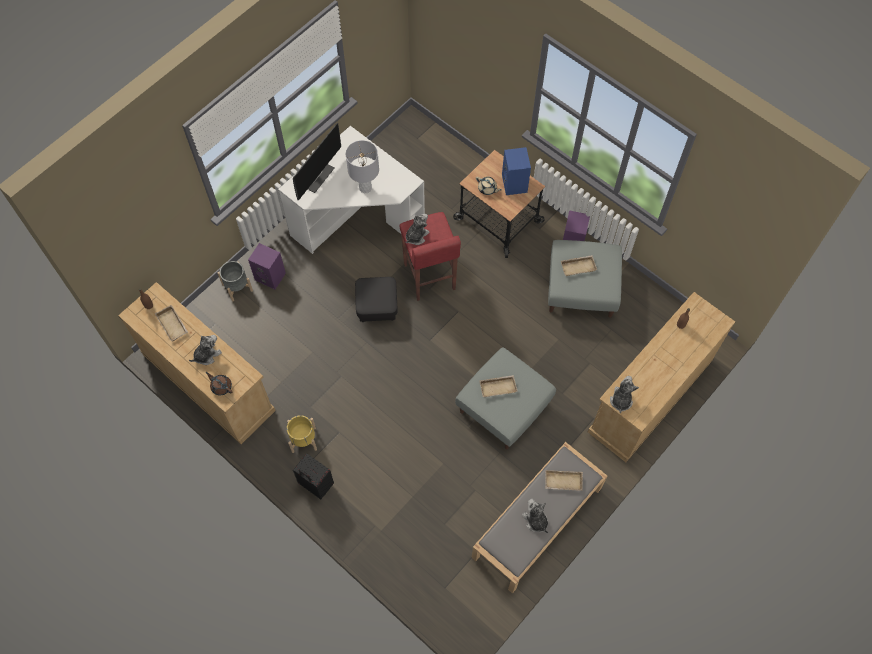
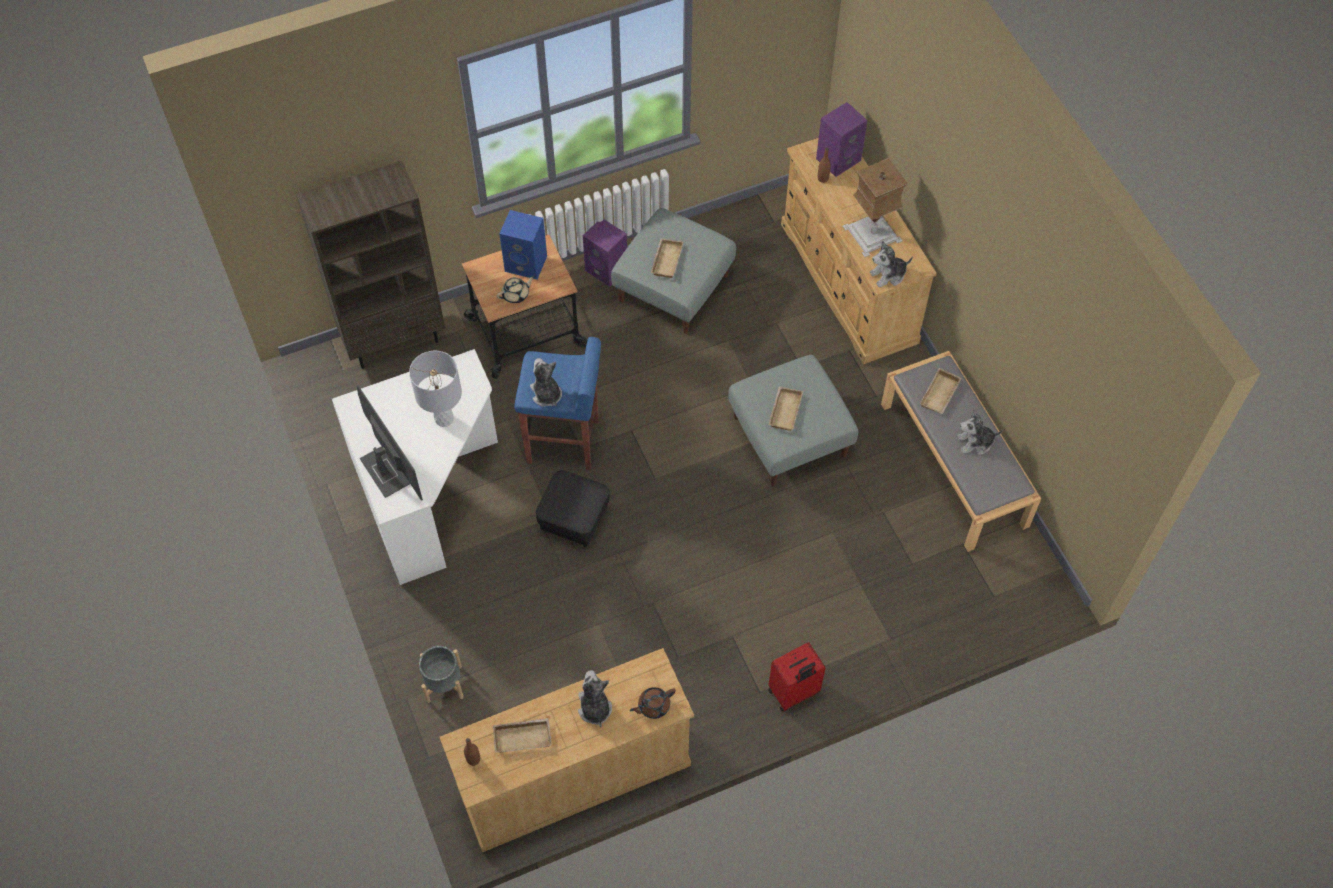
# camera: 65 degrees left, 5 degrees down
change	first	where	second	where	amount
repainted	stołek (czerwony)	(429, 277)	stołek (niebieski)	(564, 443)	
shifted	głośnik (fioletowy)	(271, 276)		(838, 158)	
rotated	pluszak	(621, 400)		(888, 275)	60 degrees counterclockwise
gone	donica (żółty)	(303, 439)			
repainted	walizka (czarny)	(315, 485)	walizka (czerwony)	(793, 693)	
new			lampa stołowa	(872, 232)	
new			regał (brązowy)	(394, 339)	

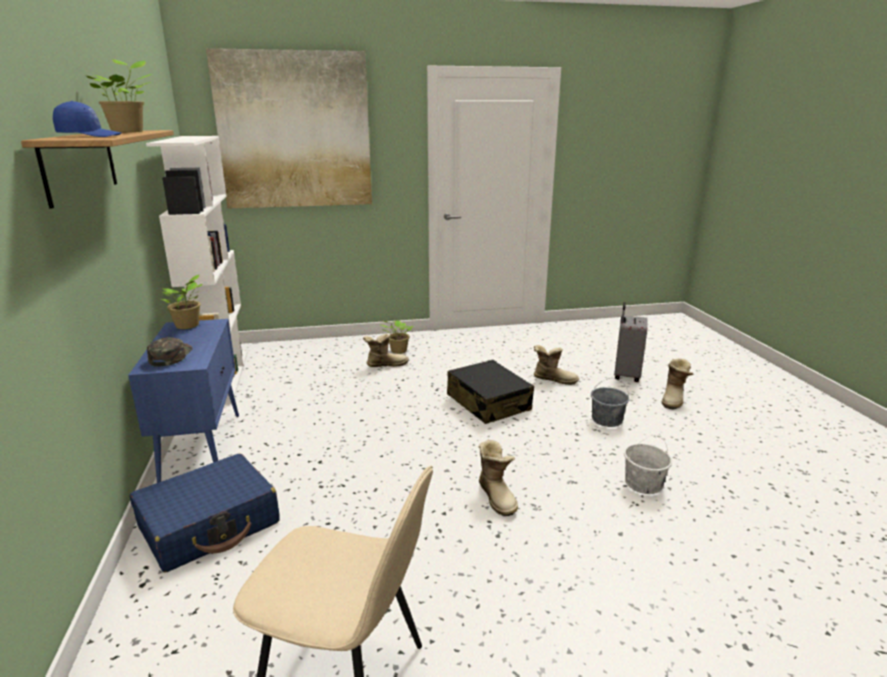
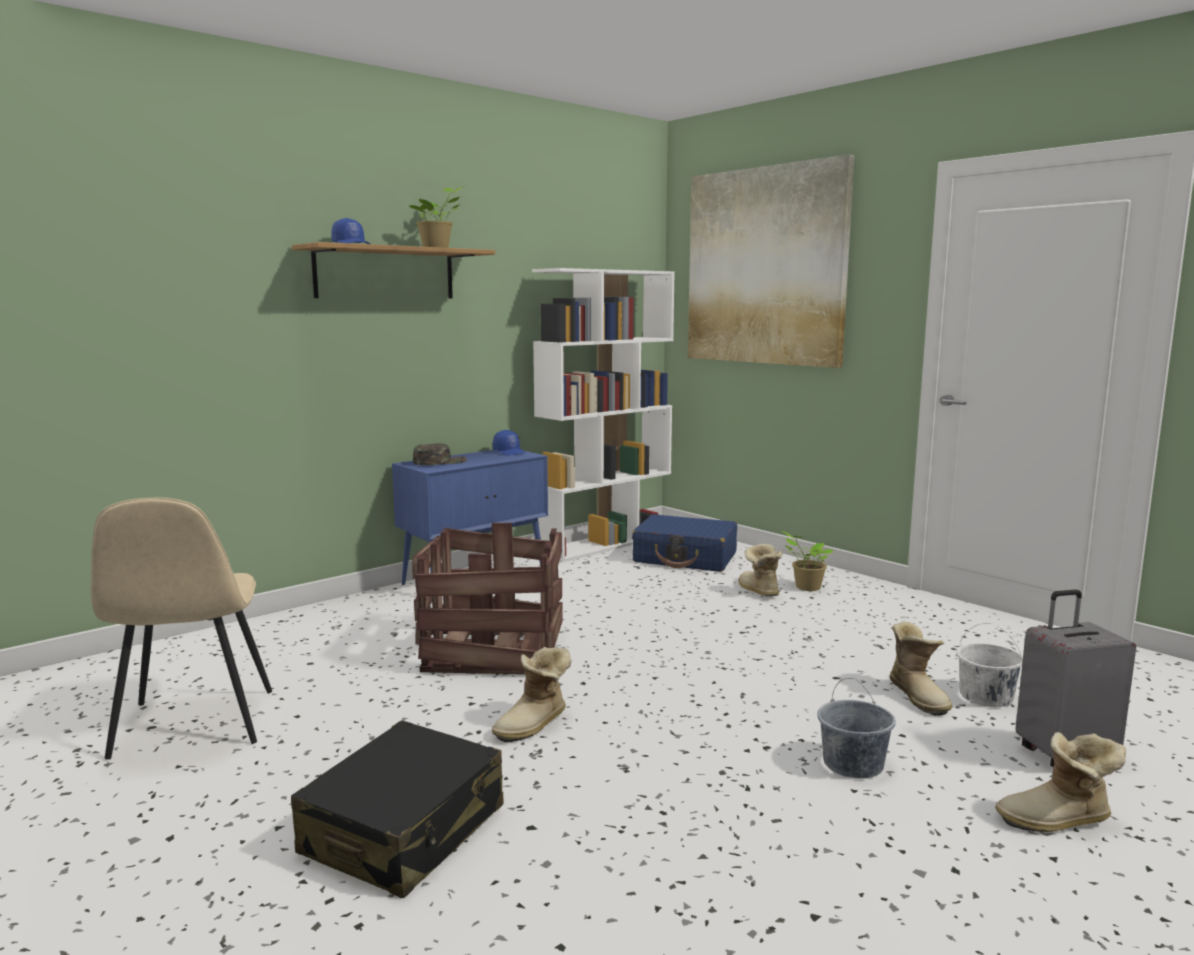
# camera: 60 degrees right, 10 degrees down
change	first	where	second	where	amount
swapped	roślina doniczkowa	(188, 326)	czapka z daszkiem (niebieski)	(510, 452)	
rotated	but z cholewką	(385, 364)		(757, 591)	150 degrees counterclockwise
shifted	walizka (czarny)	(488, 403)		(405, 831)	
shifted	wiadro (biały)	(644, 483)		(986, 697)	
shifted	walizka (niebieski)	(210, 525)		(685, 558)	
new			skrzynka	(493, 649)	

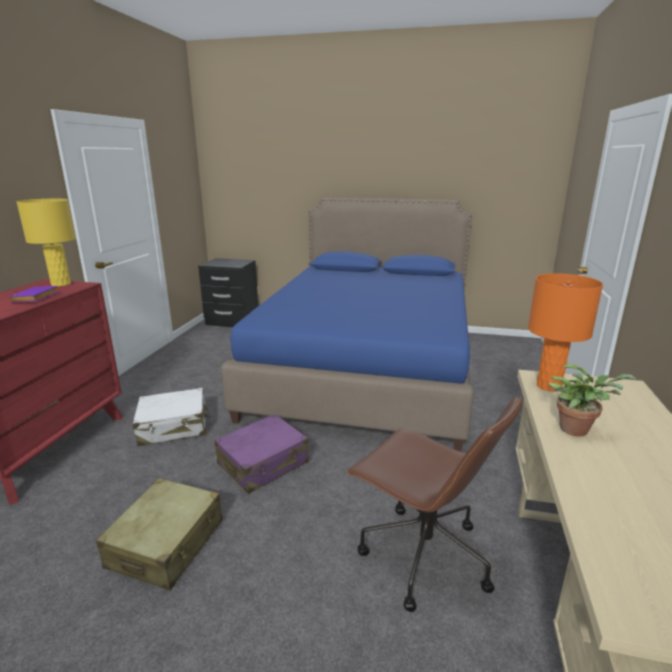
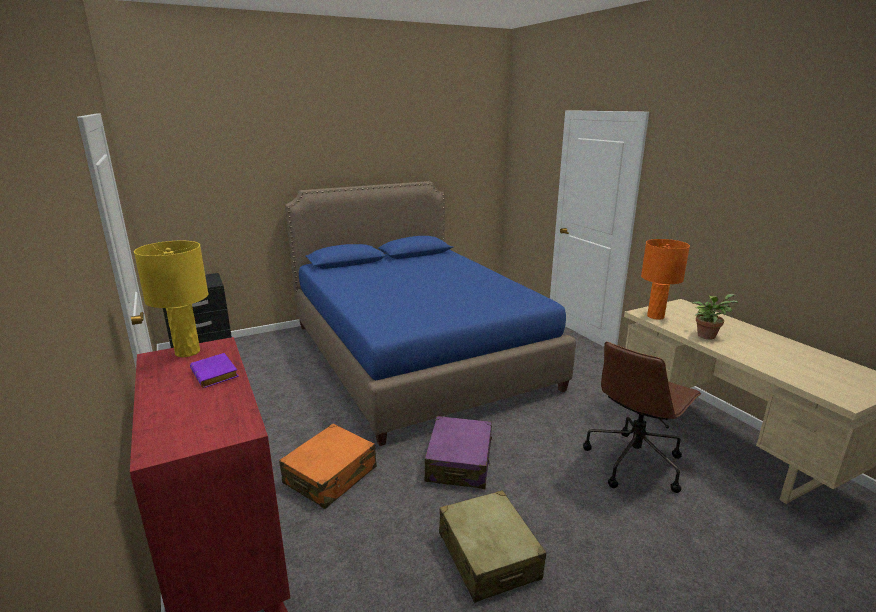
# camera: 40 degrees left, 0 degrees up
change	first	where	second	where	amount
repainted	walizka (biały)	(174, 427)	walizka (pomarańczowy)	(331, 476)	
rotated	krzesło biurowe (brązowy)	(422, 555)		(634, 461)	135 degrees clockwise

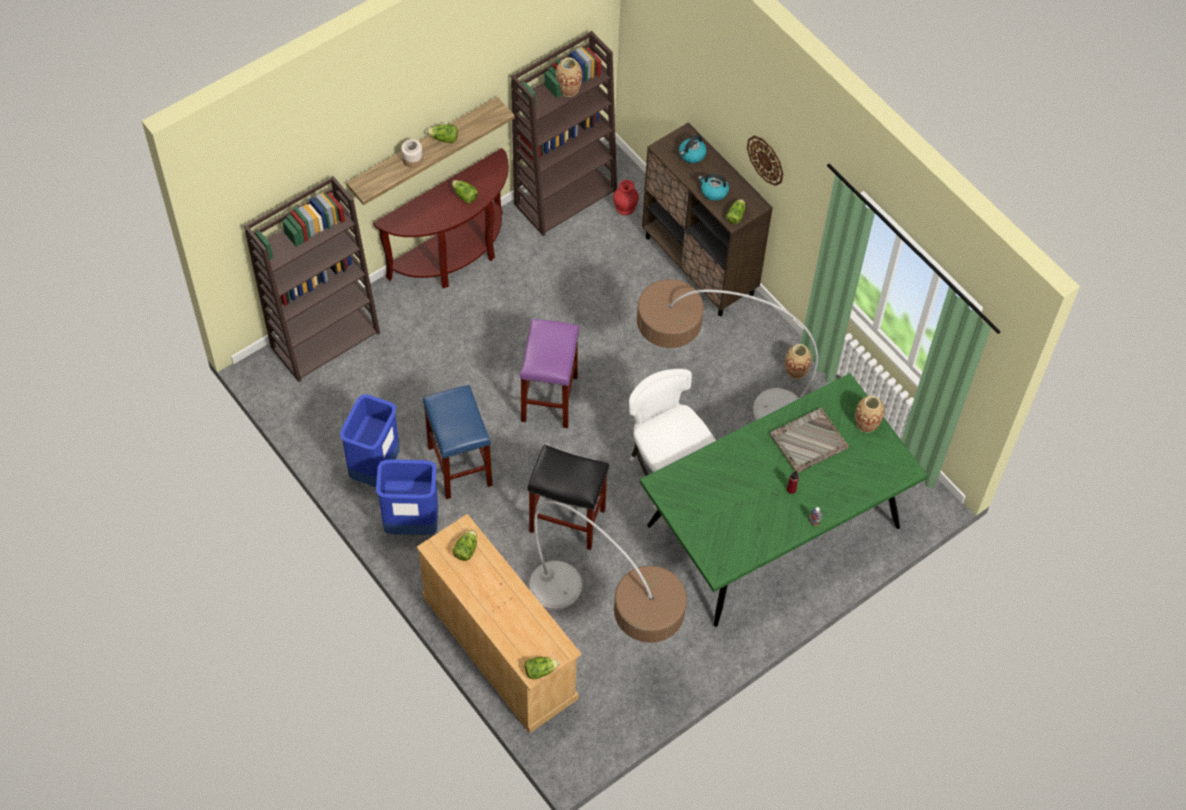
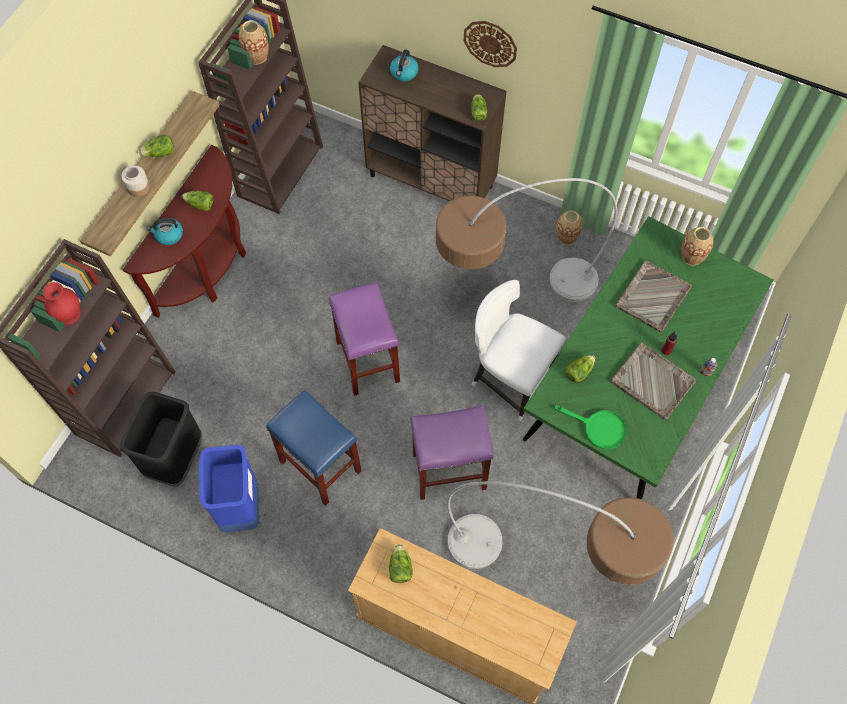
# camera: 25 degrees left, 5 degrees up
change	first	where	second	where	amount
shifted	czajnik	(713, 191)		(168, 235)	
shifted	wazon (czerwony)	(624, 207)		(68, 314)	
repainted	stołek (czarny)	(568, 520)	stołek (fioletowy)	(450, 470)	
gone	kosz na śmieci (niebieski)	(411, 524)			
shifted	sałata	(540, 670)		(579, 372)	
new			taca (szary)	(652, 381)	
new			kosz na śmieci (czarny)	(176, 459)	
new			patelnia (zielony)	(598, 428)	

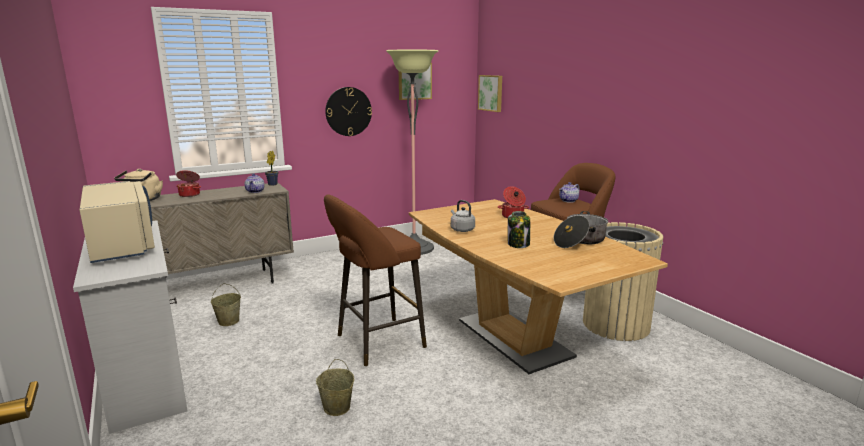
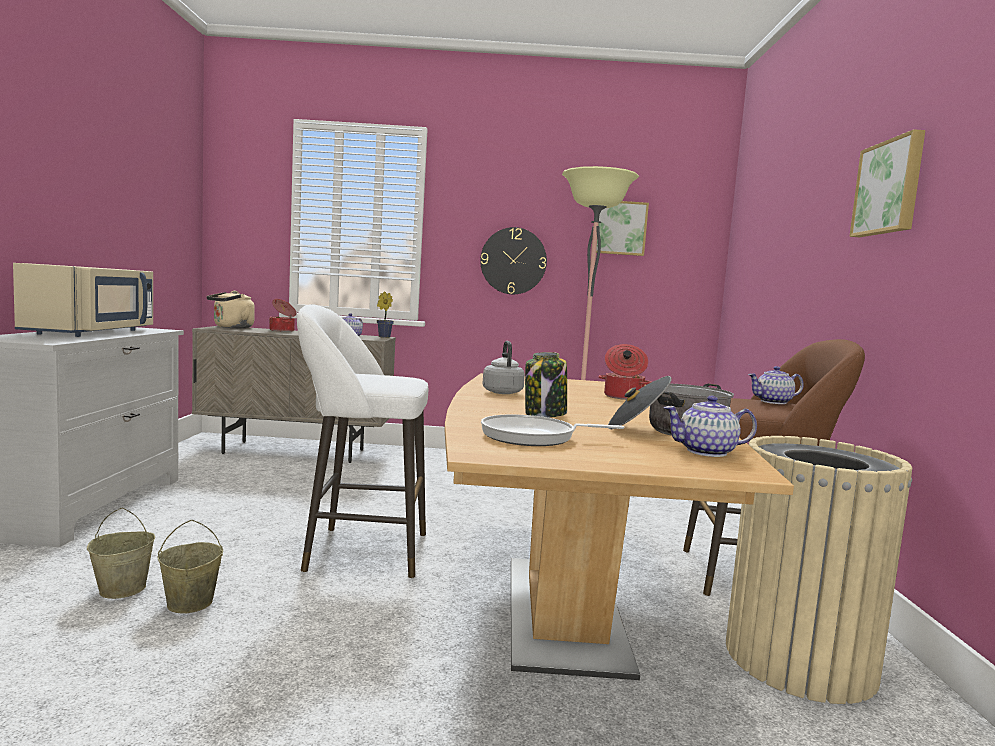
# camera: 30 degrees right, 10 degrees down
change	first	where	second	where	amount
shifted	obraz	(491, 93)		(890, 187)	
repainted	stołek (brązowy)	(376, 342)	stołek (biały)	(359, 551)	
shifted	wiadro (beżowy)	(229, 321)		(123, 589)	
new			imbryk	(707, 452)	
new			patelnia	(533, 437)	

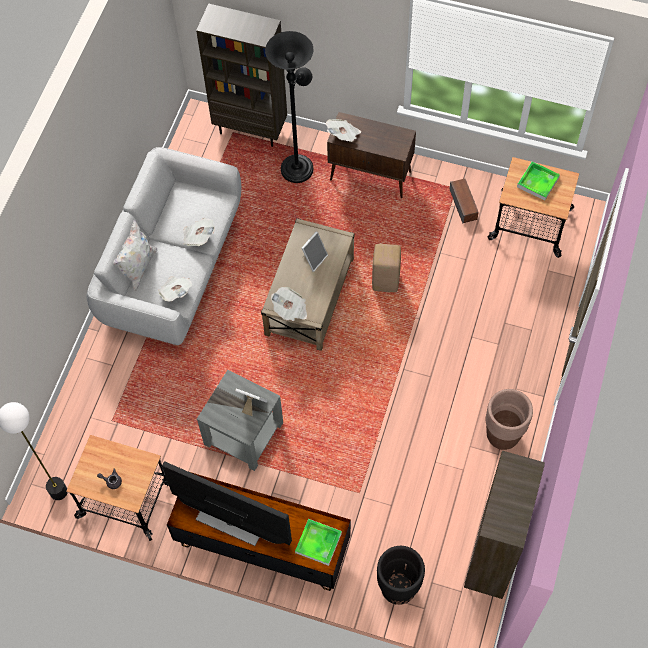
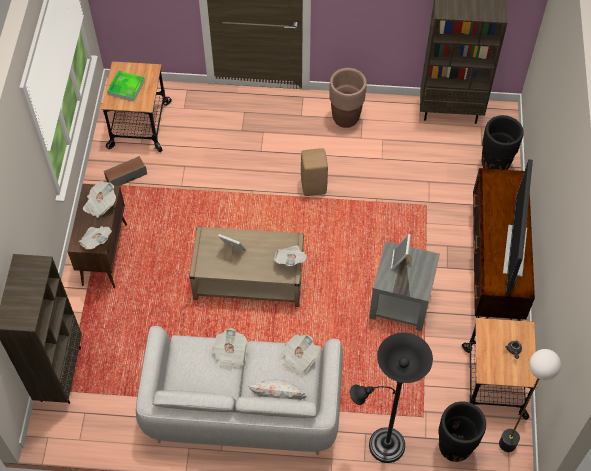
# camera: 105 degrees left, 5 degrees down
change	first	where	second	where	amount
shifted	lampa stojąca (czarny)	(298, 165)		(381, 445)	
shifted	stołek (beżowy)	(386, 282)		(314, 186)	
gone	taca	(318, 543)			
new			gazeta	(100, 204)	
new			donica (czarny)	(454, 447)	

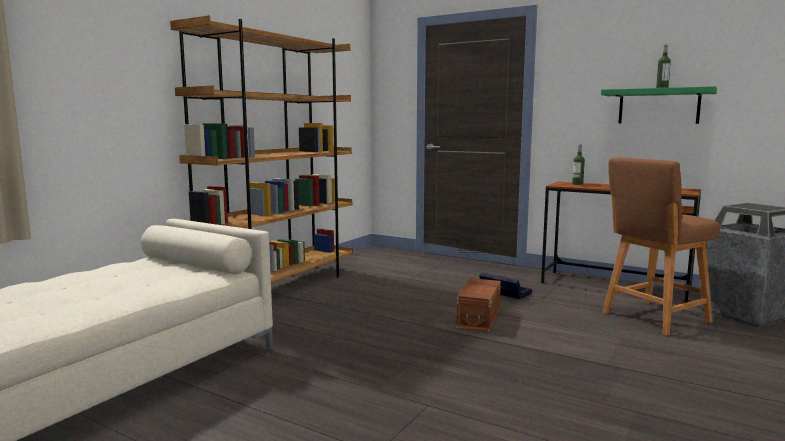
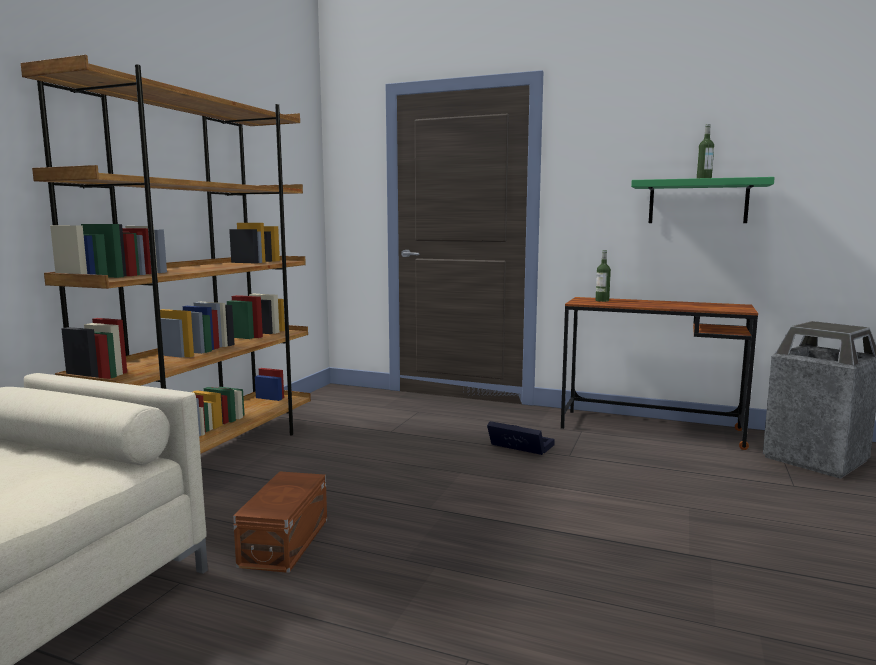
# camera: 10 degrees left, 0 degrees up
change	first	where	second	where	amount
gone	stołek (brązowy)	(652, 318)			
shifted	pojemnik do przechowywania (brązowy)	(480, 318)		(287, 541)	

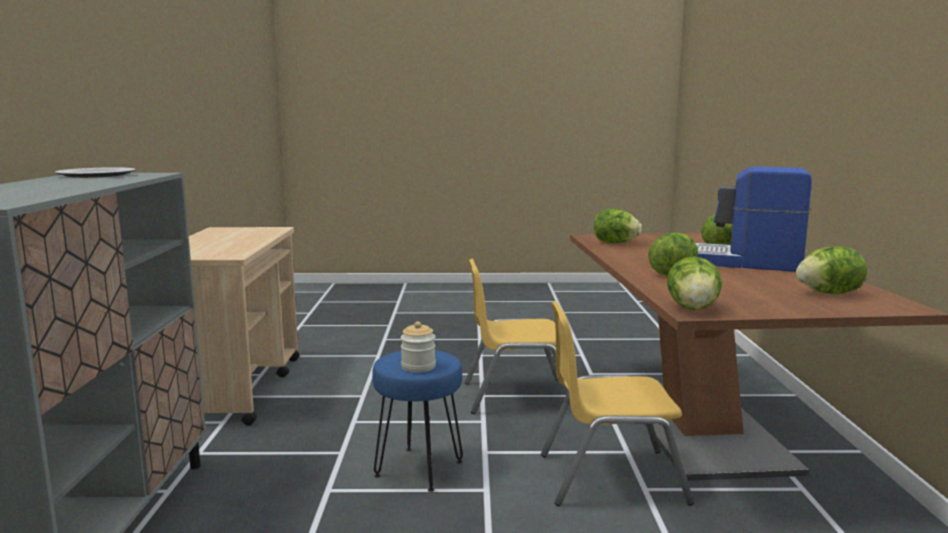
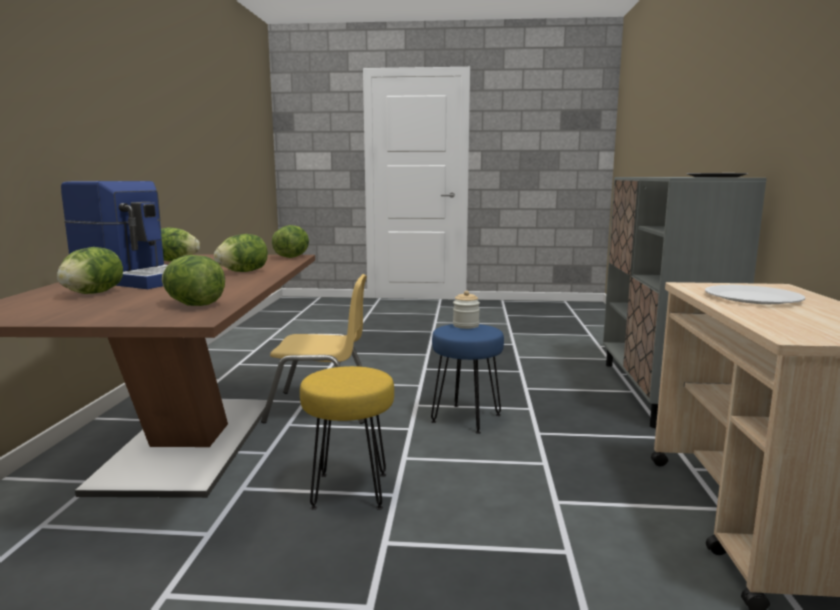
# camera: 175 degrees left, 0 degrees up
change	first	where	second	where	amount
swapped	krzesło (żółty)	(516, 396)	stołek (żółty)	(351, 491)	
new			talerz (biały)	(752, 297)	

